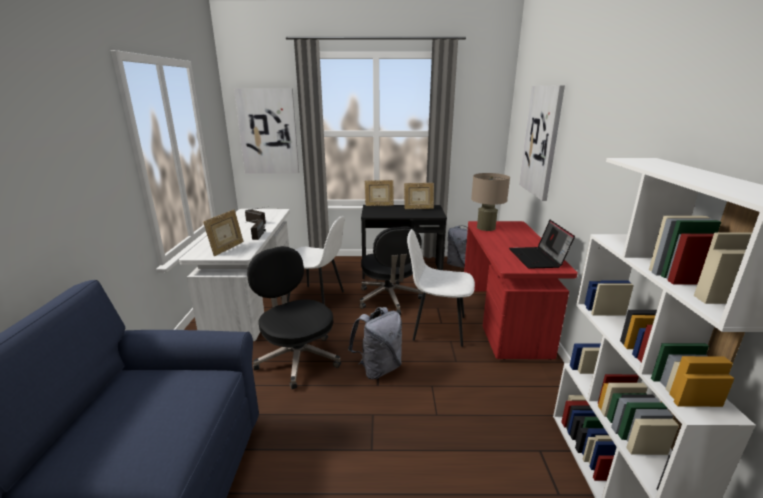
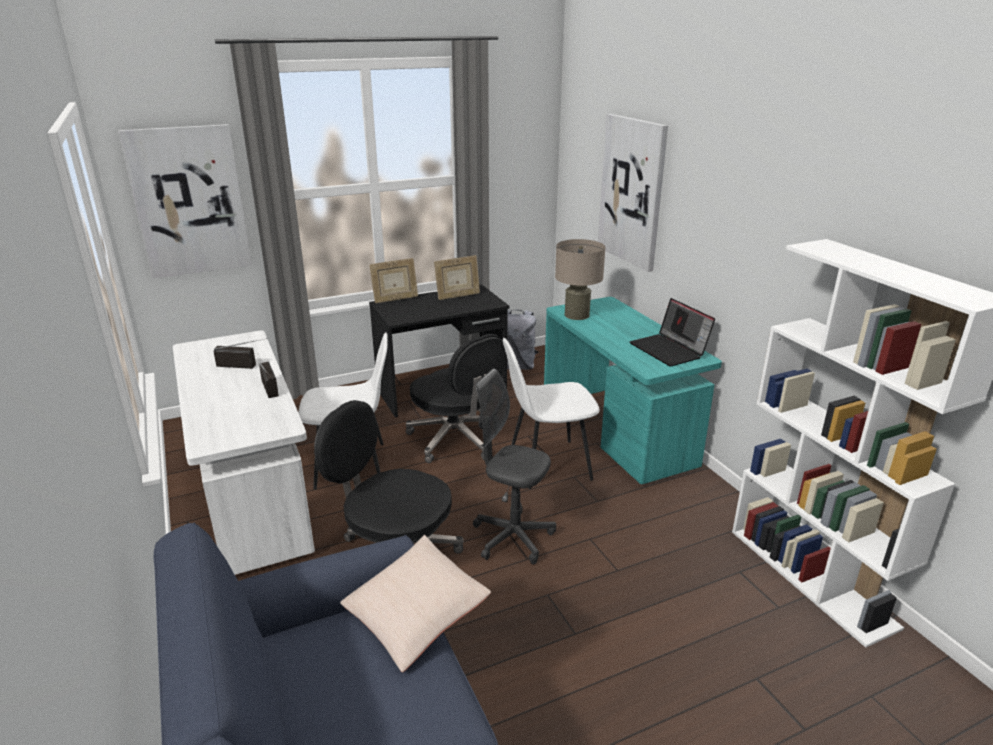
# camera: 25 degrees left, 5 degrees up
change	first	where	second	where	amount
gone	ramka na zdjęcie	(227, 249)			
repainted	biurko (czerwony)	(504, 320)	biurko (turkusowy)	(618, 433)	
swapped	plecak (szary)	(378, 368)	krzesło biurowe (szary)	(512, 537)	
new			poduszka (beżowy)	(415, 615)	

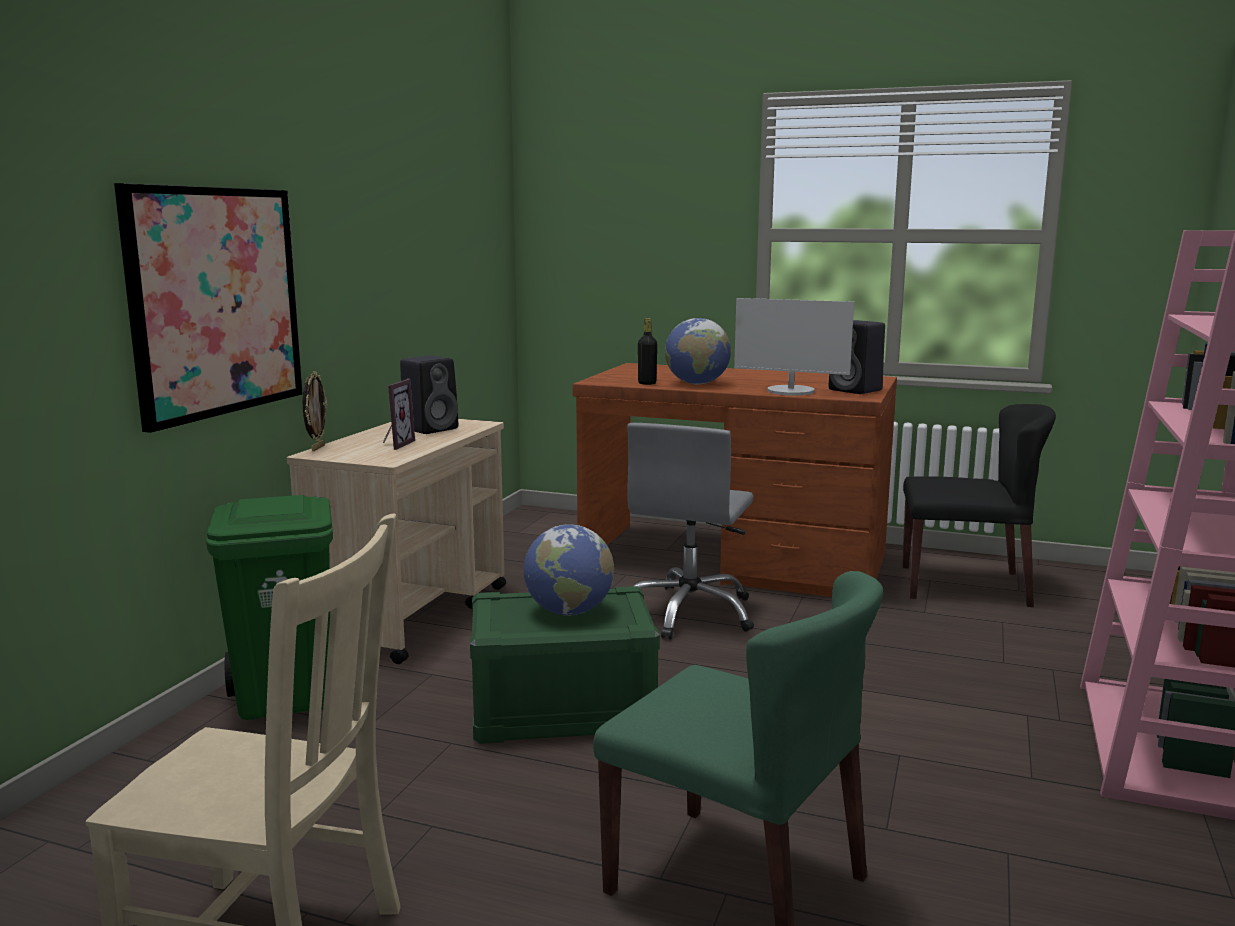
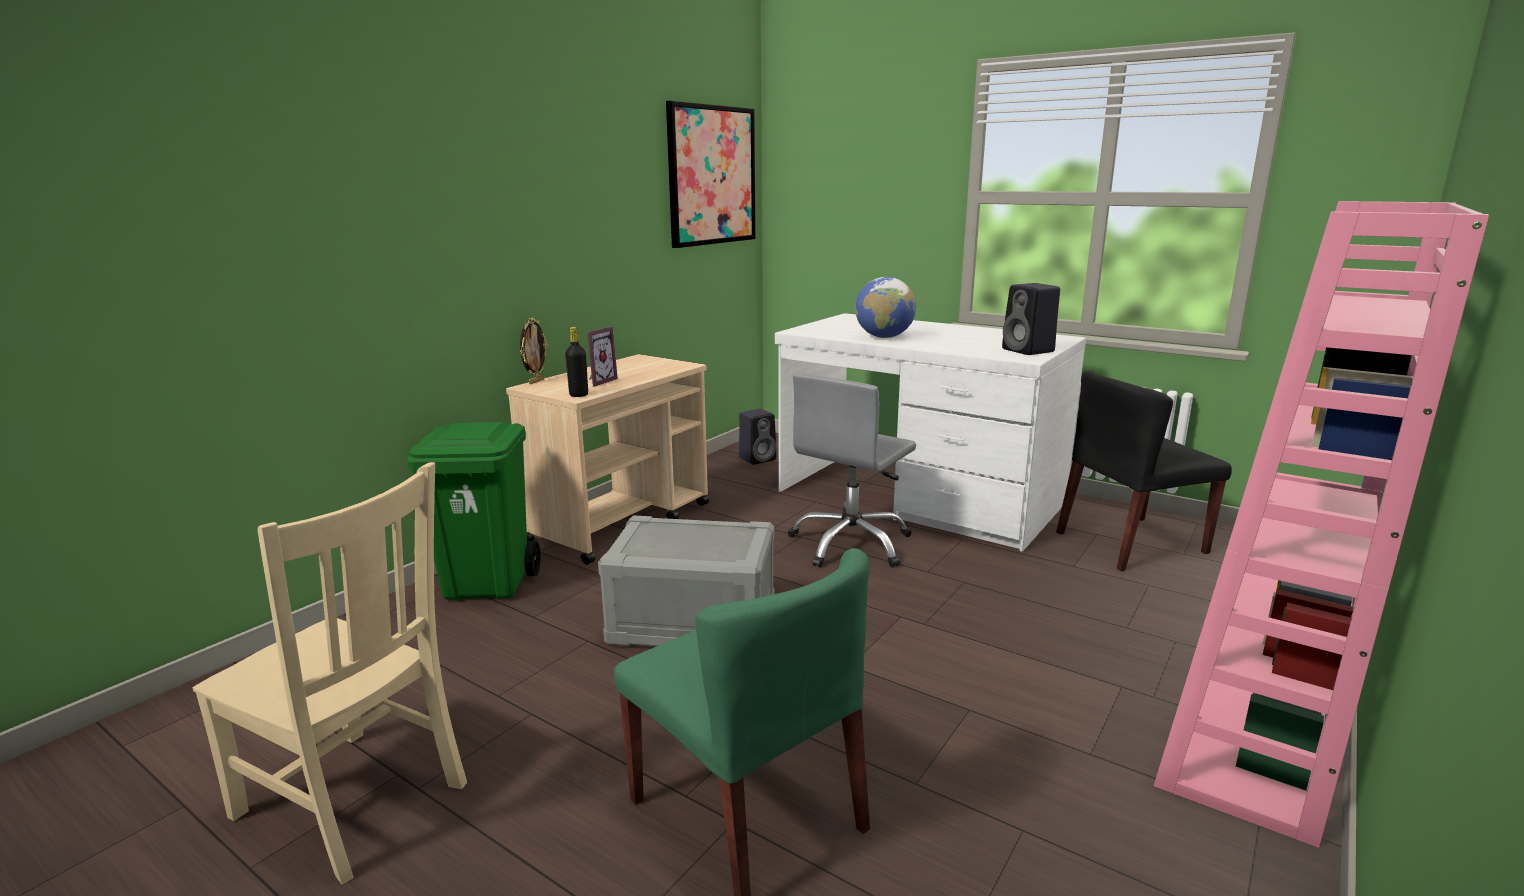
# camera: 15 degrees right, 5 degrees up
change	first	where	second	where	amount
shifted	obraz	(216, 302)		(712, 176)	
gone	monitor	(791, 391)			
shifted	butelka (czarny)	(647, 383)		(578, 395)	
shifted	głośnik (czarny)	(431, 428)		(758, 458)	
repainted	biurko (brązowy)	(734, 561)	biurko (biały)	(918, 498)	
rotated	krzesło (czarny)	(965, 585)		(1130, 543)	135 degrees clockwise
gone	globus	(569, 612)			
repainted	pojemnik do przechowywania (zielony)	(562, 710)	pojemnik do przechowywania (szary)	(692, 623)	

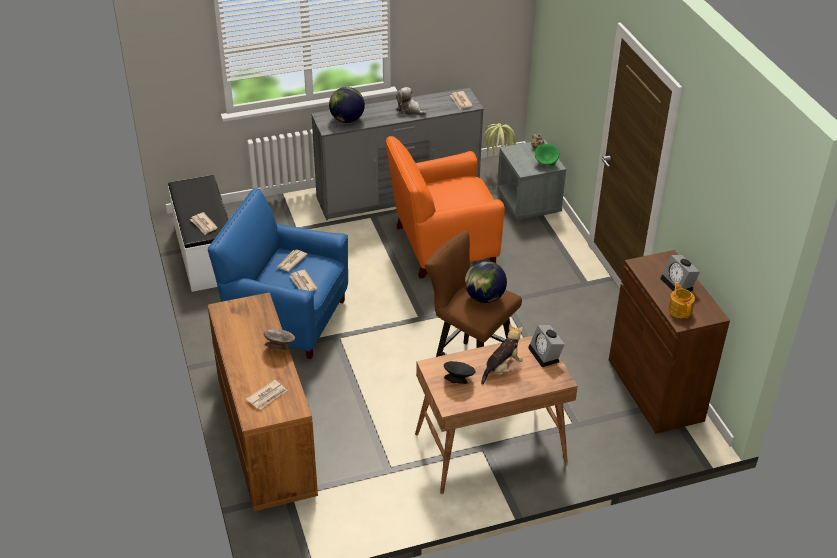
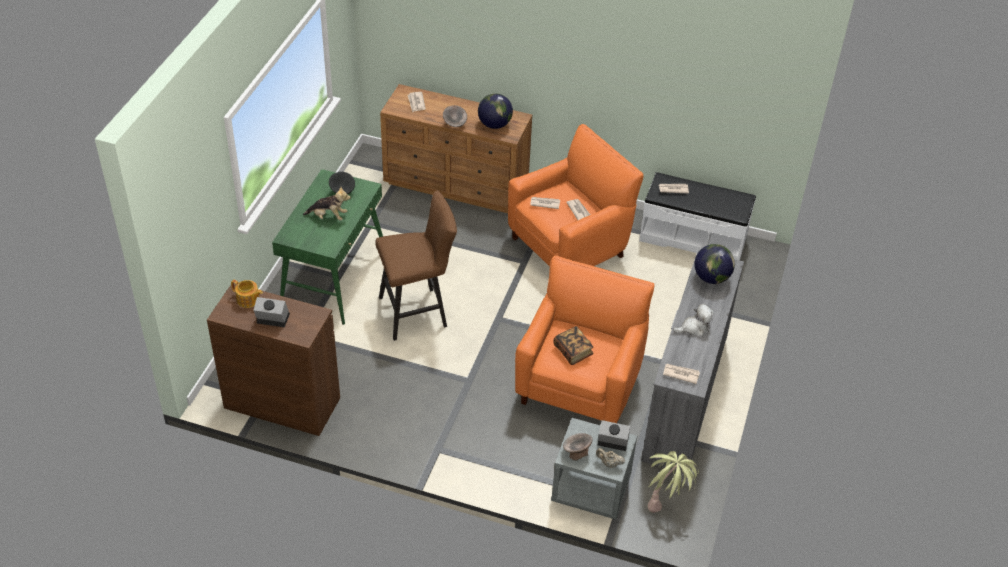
# camera: 125 degrees right, 5 degrees up
change	first	where	second	where	amount
repainted	miska (zielony)	(546, 164)	miska (szary)	(576, 452)	
repainted	fotel (niebieski)	(286, 319)	fotel (pomarańczowy)	(569, 246)	
shifted	globus	(484, 297)		(495, 124)	
rotated	pluszak	(502, 368)		(328, 217)	75 degrees counterclockwise
shifted	budzik	(545, 355)		(611, 442)	
repainted	biurko (brązowy)	(489, 449)	biurko (zielony)	(334, 278)	
new			książka	(573, 351)	

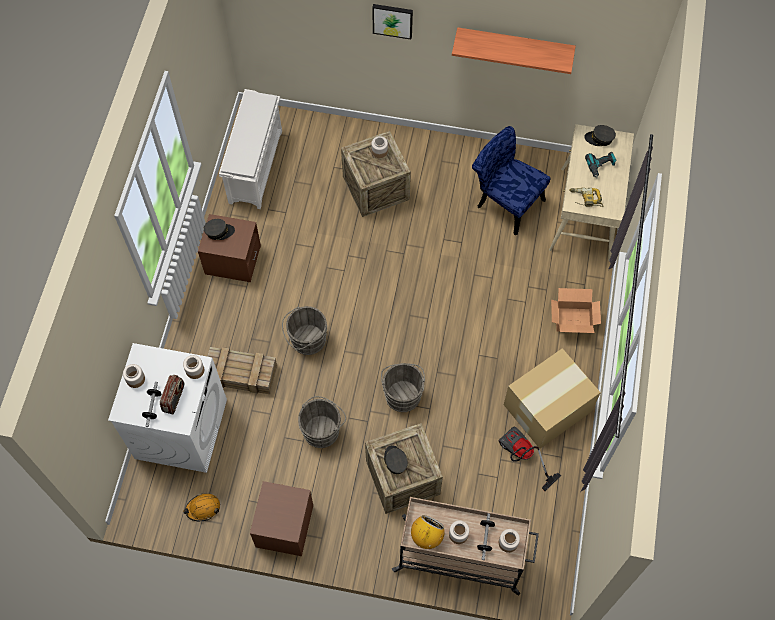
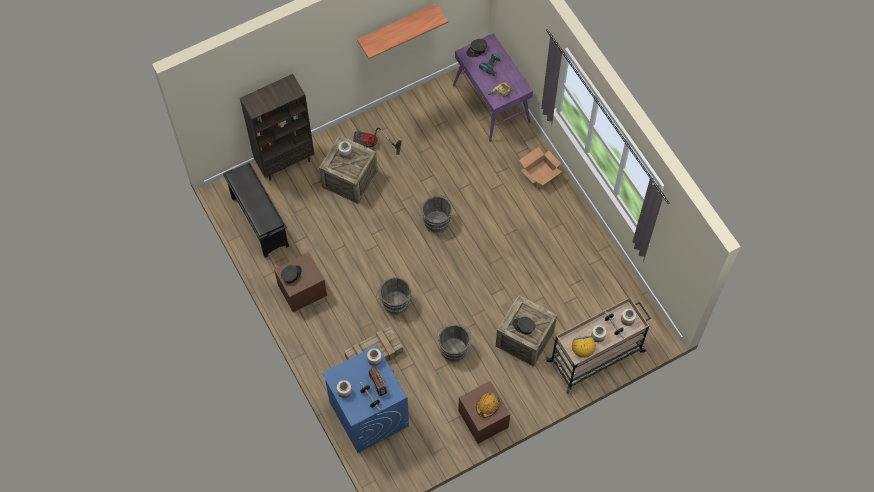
# camera: 40 degrees left, 0 degrees up
change	first	where	second	where	amount
gone	obraz	(392, 20)			
repainted	regał na buty (biały)	(255, 166)	regał na buty (czarny)	(259, 221)	
repainted	biurko (beżowy)	(585, 214)	biurko (fioletowy)	(491, 104)	
gone	krzesło (niebieski)	(505, 201)			
repainted	pralka (biały)	(181, 428)	pralka (niebieski)	(368, 413)	
gone	karton	(549, 407)			
shifted	wiadro (szary)	(402, 394)		(435, 221)	
shifted	odkurzacz	(522, 456)		(372, 146)	
shifted	kask (pomarańczowy)	(203, 508)		(487, 406)	
new			regał (brązowy)	(285, 162)	

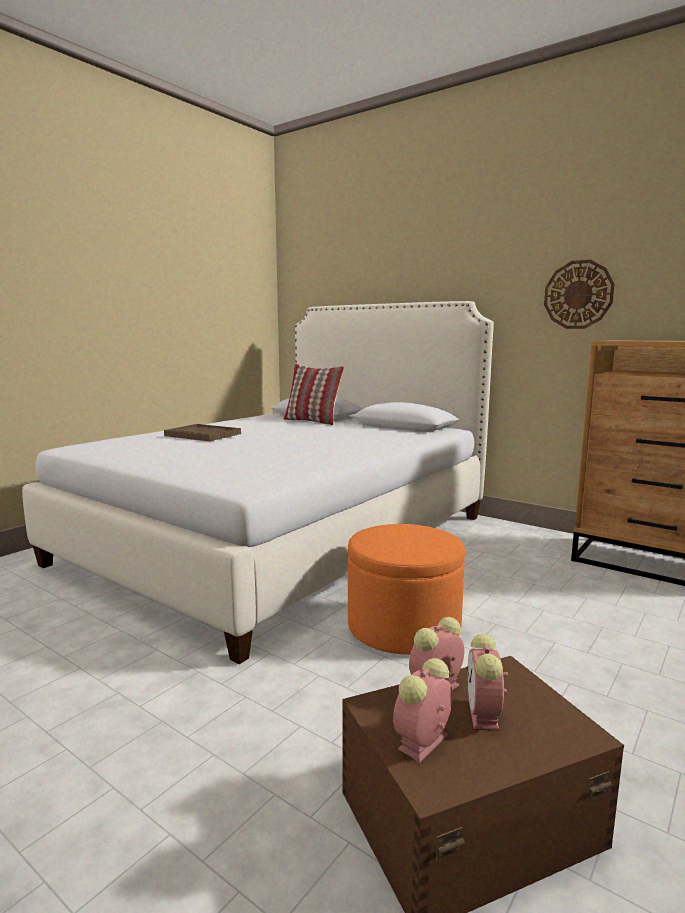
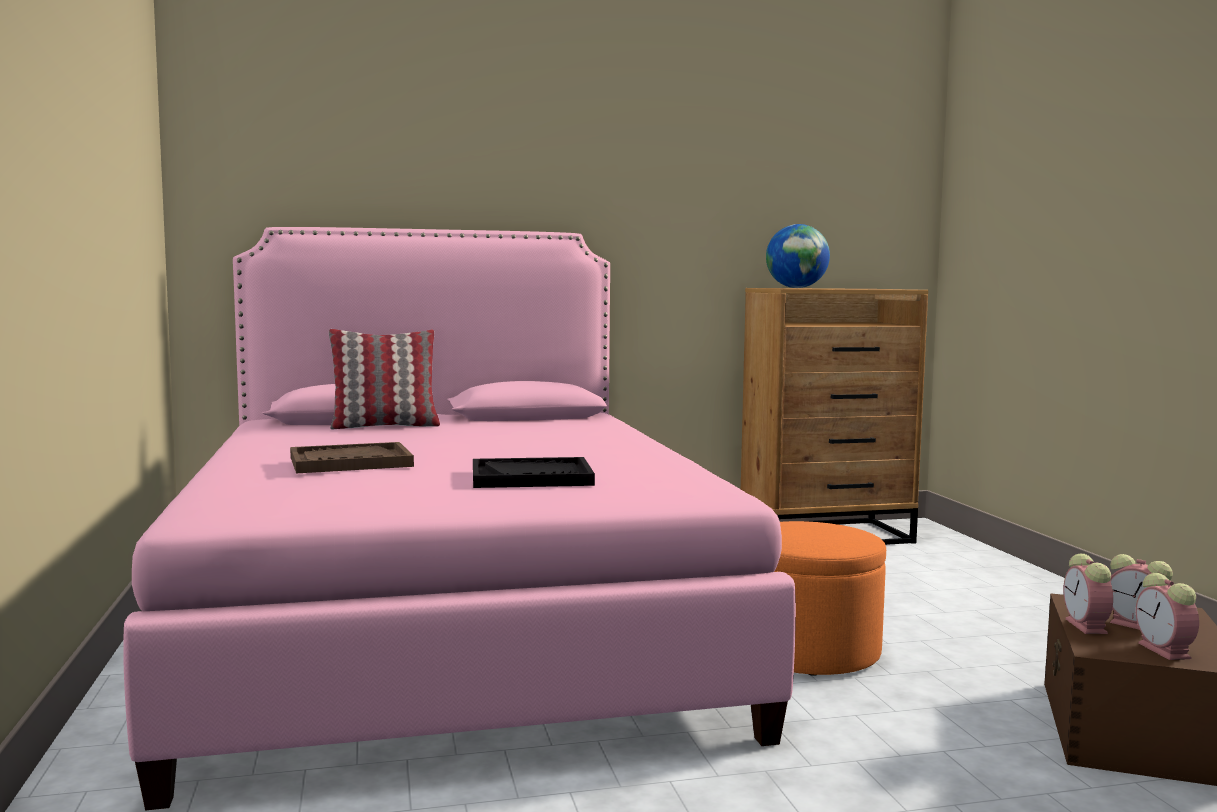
# camera: 50 degrees left, 5 degrees down
change	first	where	second	where	amount
gone	zegar ścienny	(578, 295)			
repainted	łóżko (biały)	(284, 538)	łóżko (różowy)	(449, 625)	
new			globus	(796, 288)	
new			taca (czarny)	(531, 477)	

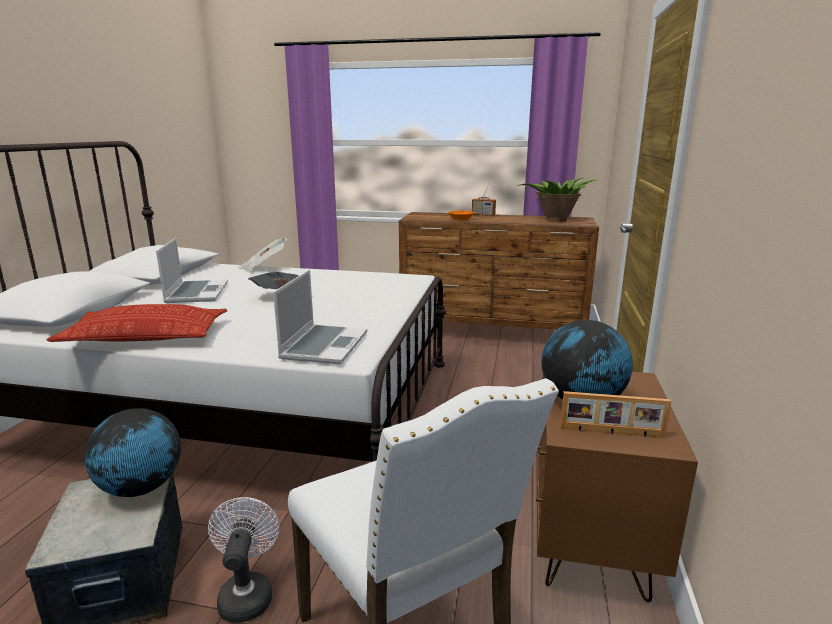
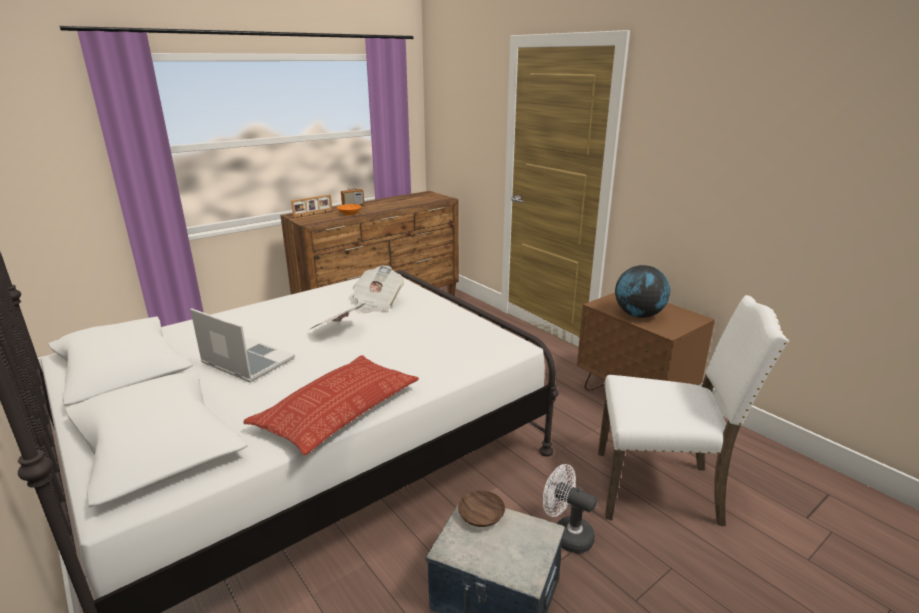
# camera: 50 degrees left, 5 degrees up
change	first	where	second	where	amount
gone	roślina doniczkowa	(555, 220)			
shifted	gazeta	(263, 267)		(376, 303)	
gone	laptop	(324, 345)			
shifted	ramka na zdjęcie	(612, 433)		(313, 214)	
swapped	globus	(141, 488)	miska (brązowy)	(482, 516)	

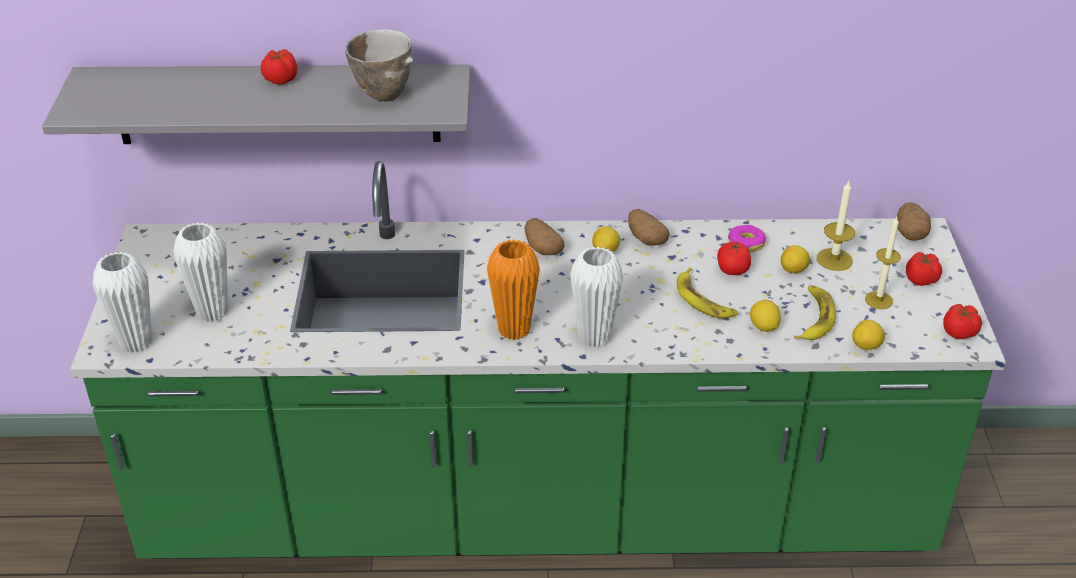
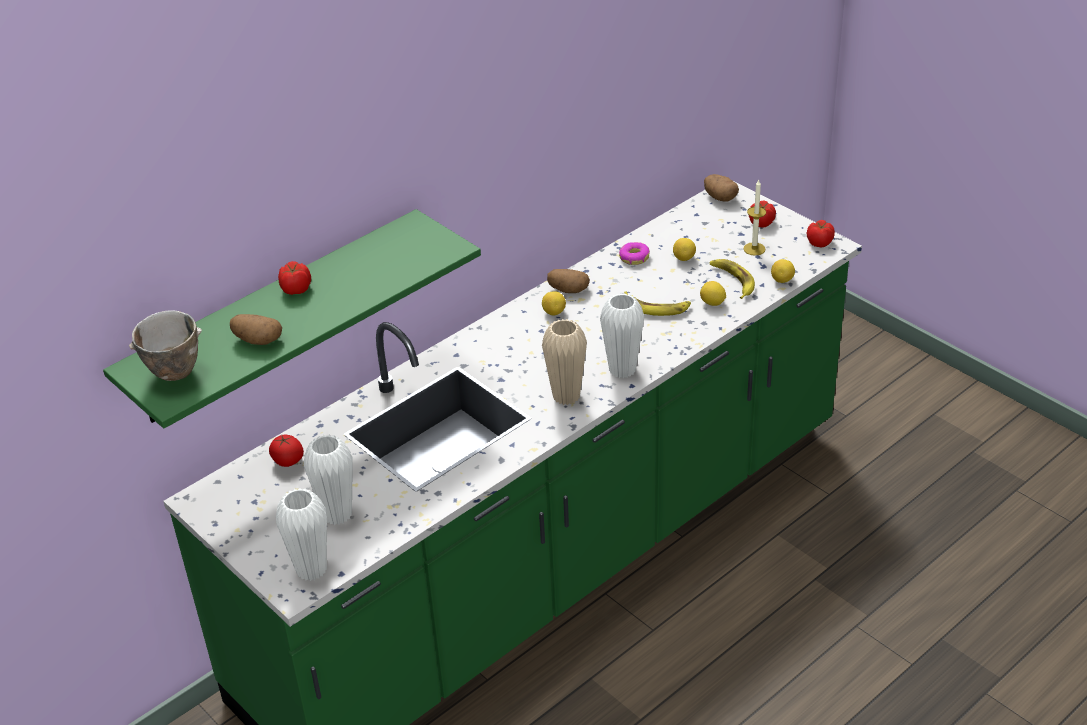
# camera: 40 degrees left, 0 degrees up
change	first	where	second	where	amount
shifted	miska	(381, 94)		(172, 374)	
repainted	półka (szary)	(277, 104)	półka (zielony)	(275, 317)	
gone	świeca	(834, 259)			
shifted	ziemniak	(542, 248)		(257, 340)	
repainted	wazon (pomarańczowy)	(514, 329)	wazon (beżowy)	(566, 396)	
shifted	pomidor	(732, 270)		(288, 461)	

